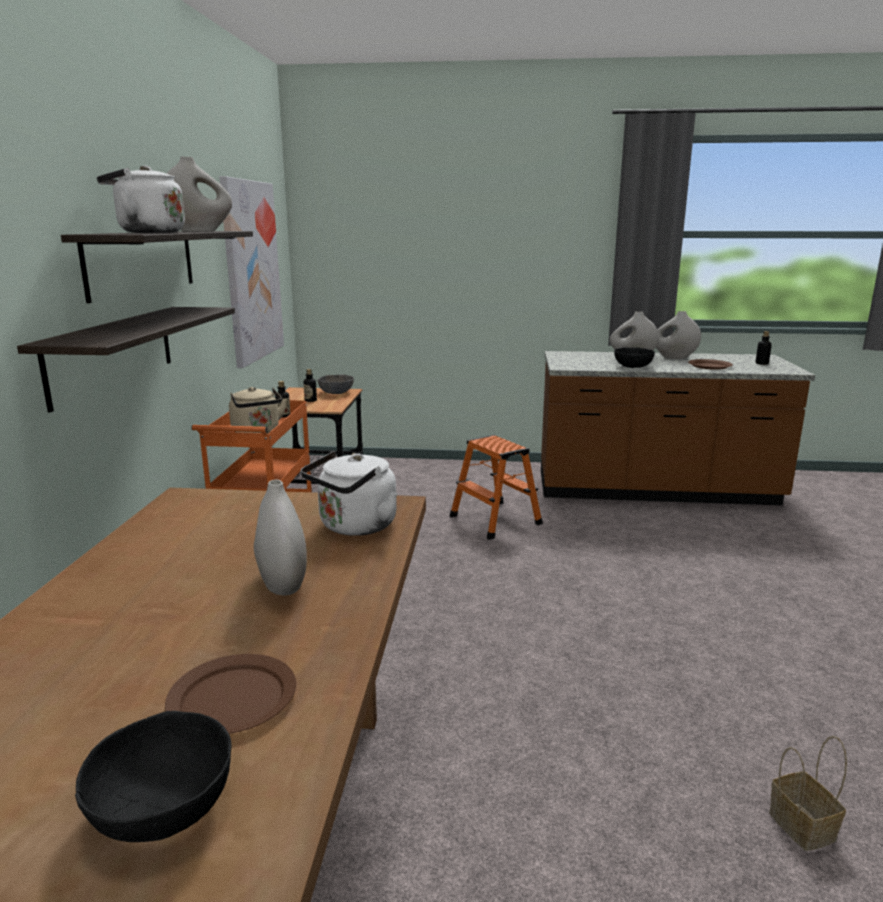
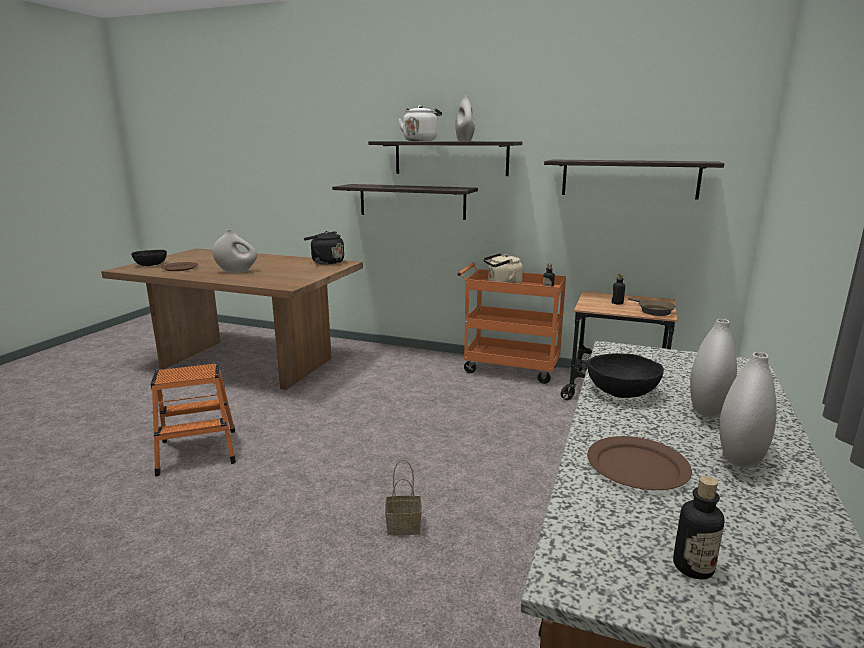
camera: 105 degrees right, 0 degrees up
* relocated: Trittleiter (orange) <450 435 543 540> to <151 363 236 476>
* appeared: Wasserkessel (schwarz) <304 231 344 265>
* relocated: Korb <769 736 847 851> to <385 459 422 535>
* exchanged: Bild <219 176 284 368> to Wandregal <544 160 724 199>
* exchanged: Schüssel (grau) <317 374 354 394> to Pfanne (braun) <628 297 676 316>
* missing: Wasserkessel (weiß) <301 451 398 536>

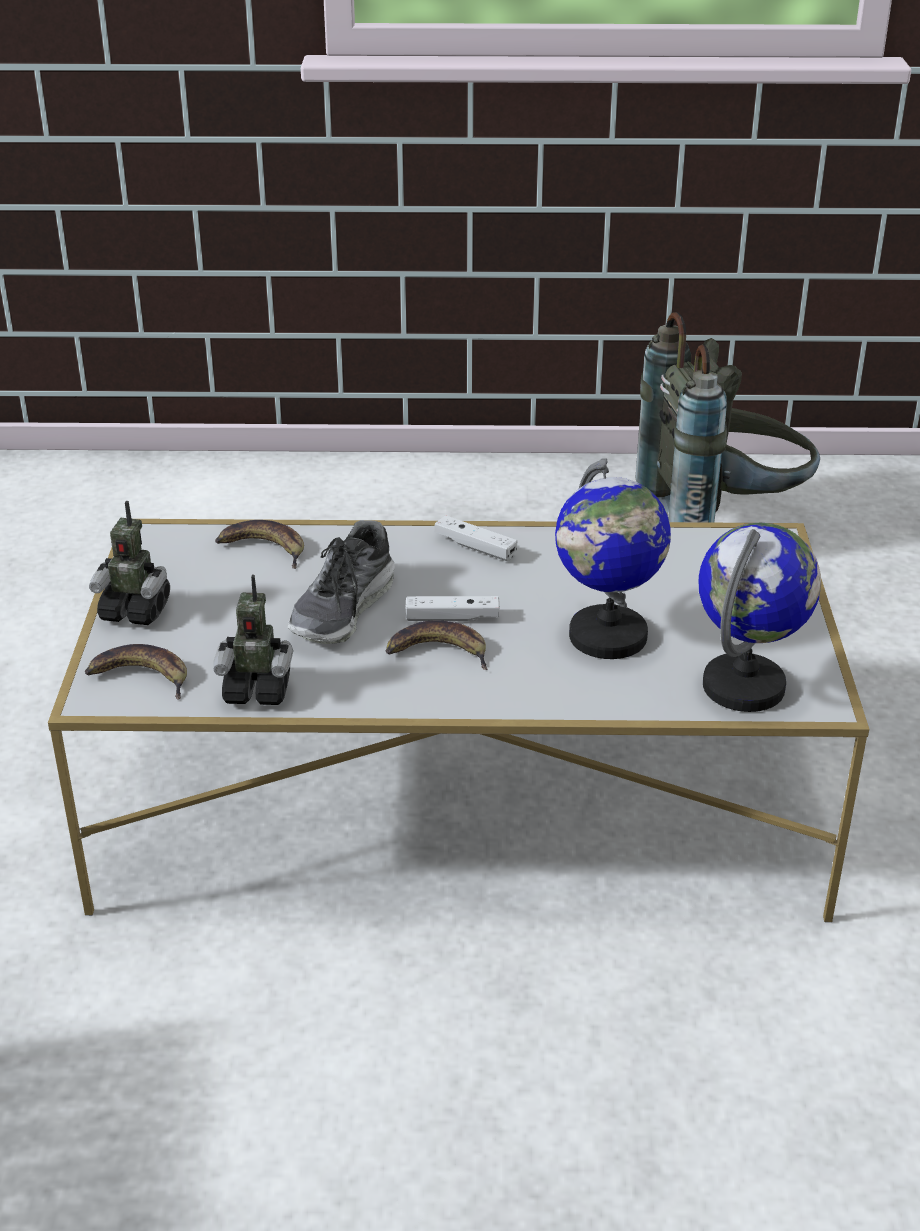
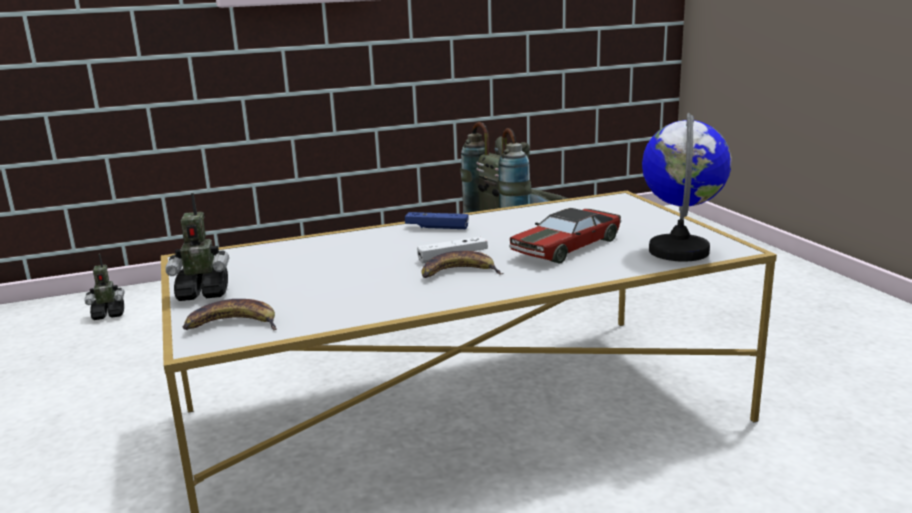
camera: 20 degrees left, 15 degrees down
* relocated: Spielzeugroboter <214 575 293 705> to <84 254 125 320>
* colour: Gamepad (weiß) <434 515 517 561> to Gamepad (blau) <405 212 468 229>
* exchanged: Globus <555 458 671 659> to Spielzeugauto <509 208 621 264>
* missing: Banane <215 520 304 569>
* missing: Schuh <288 520 395 644>

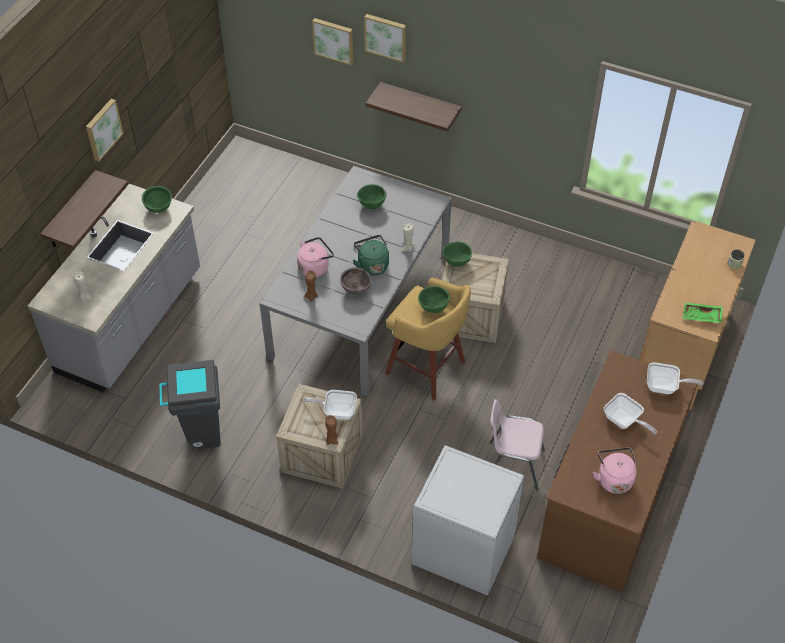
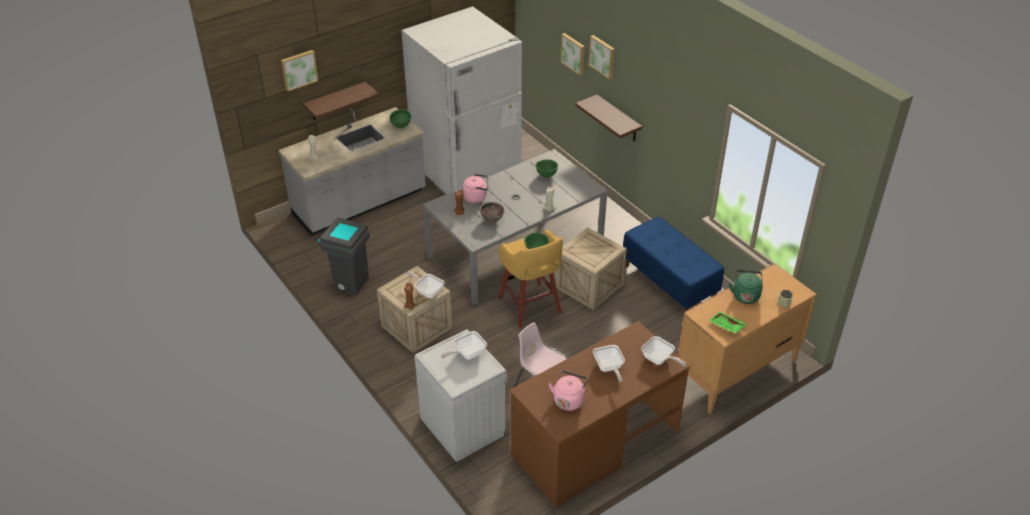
camera: 30 degrees right, 10 degrees down
* relocated: Bild <86 99 123 161> to <281 50 318 91>
* appeared: Kühlschrank (weiß) <401 6 522 194>
* appeared: Pfanne <441 331 487 359>
* appeared: Bank (blau) <623 217 724 312>
* relocated: Wasserkessel (grün) <353 235 389 275> to <729 270 763 304>
* missing: Schüssel (grün) <443 241 472 267>

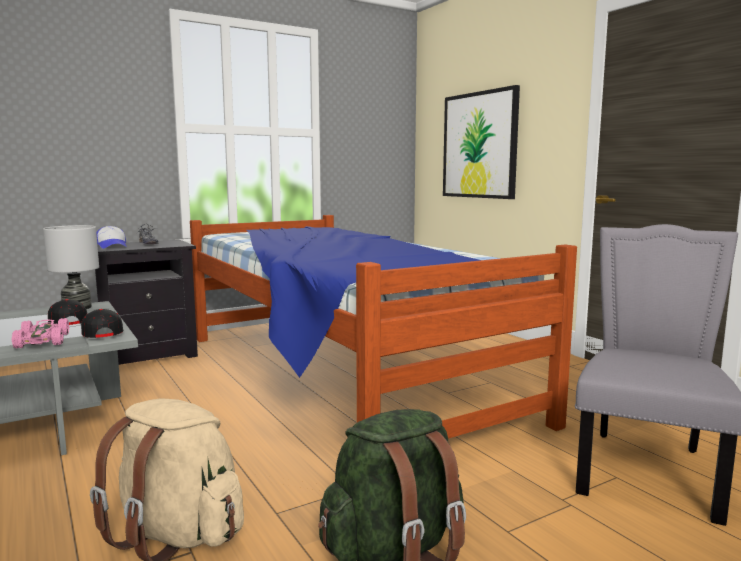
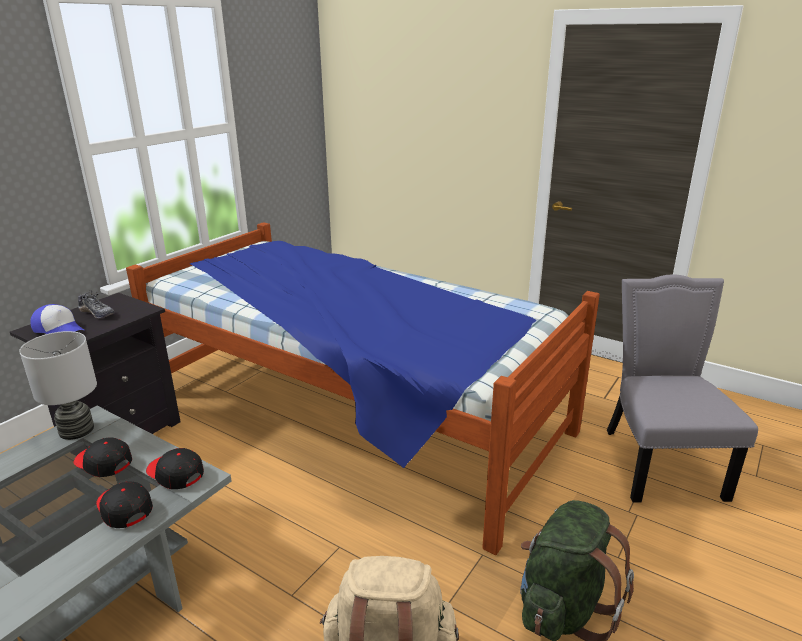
camera: 25 degrees left, 15 degrees up
* exchanged: Spielzeugauto (rosa) <11 318 69 348> to Kappe (schwarz) <96 481 153 528>
* missing: Bild <443 85 520 199>

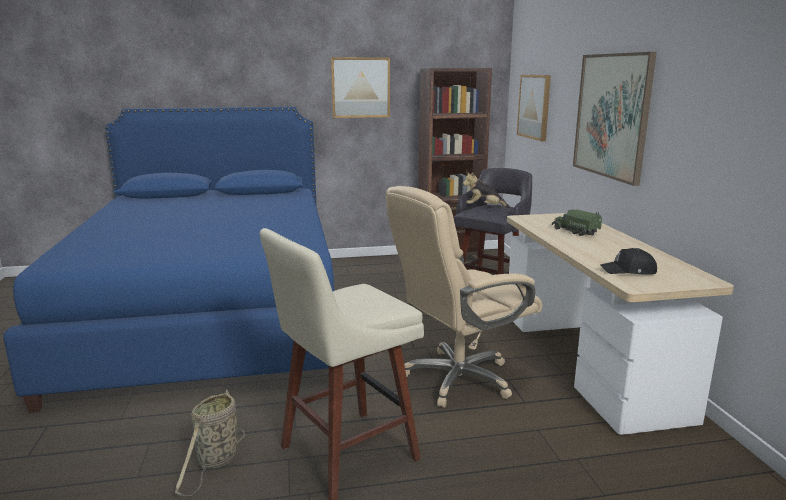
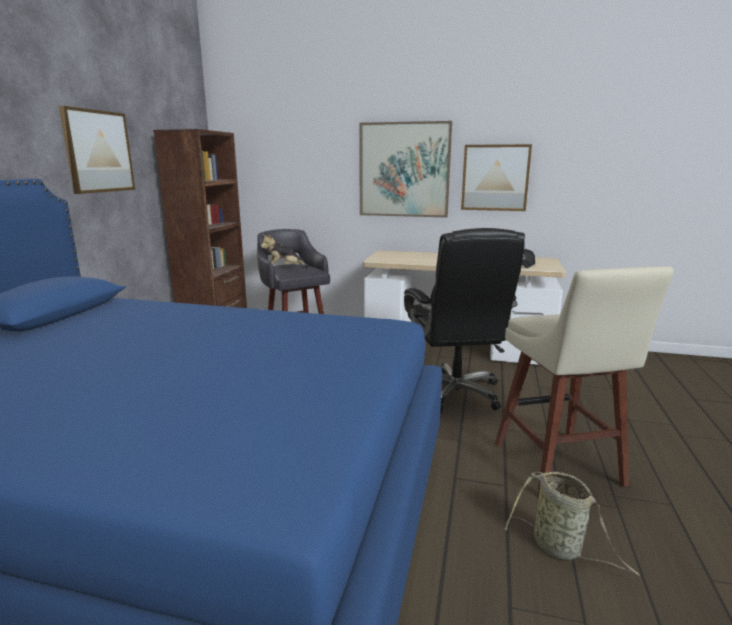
camera: 65 degrees left, 0 degrees up
* spun: Plüschtier <463 172 510 208> = <261 234 309 267> 45 degrees clockwise
* colour: Bürostuhl (beige) <386 186 542 408> to Bürostuhl (schwarz) <404 228 525 414>
* relocated: Bild <517 75 551 142> to <461 144 532 211>
* missing: Spielzeuglaster <552 209 602 236>

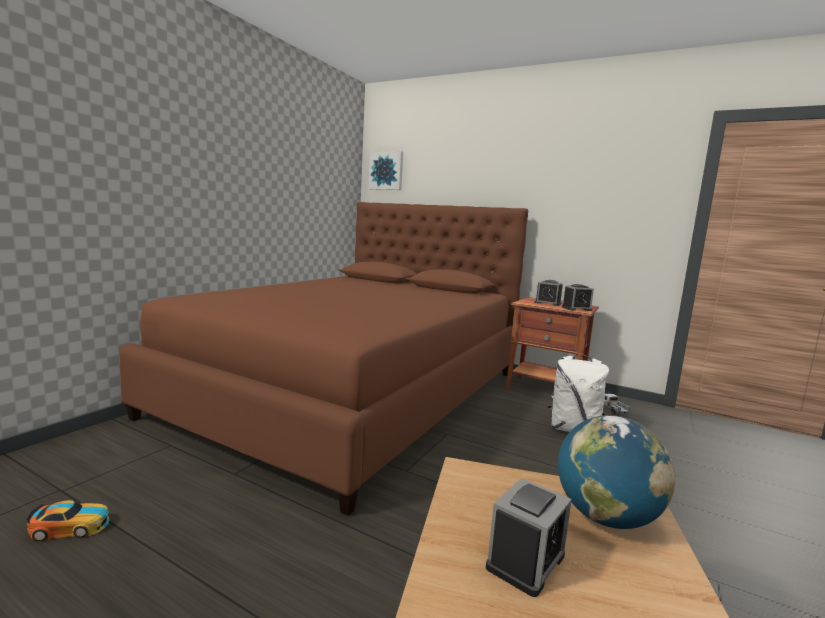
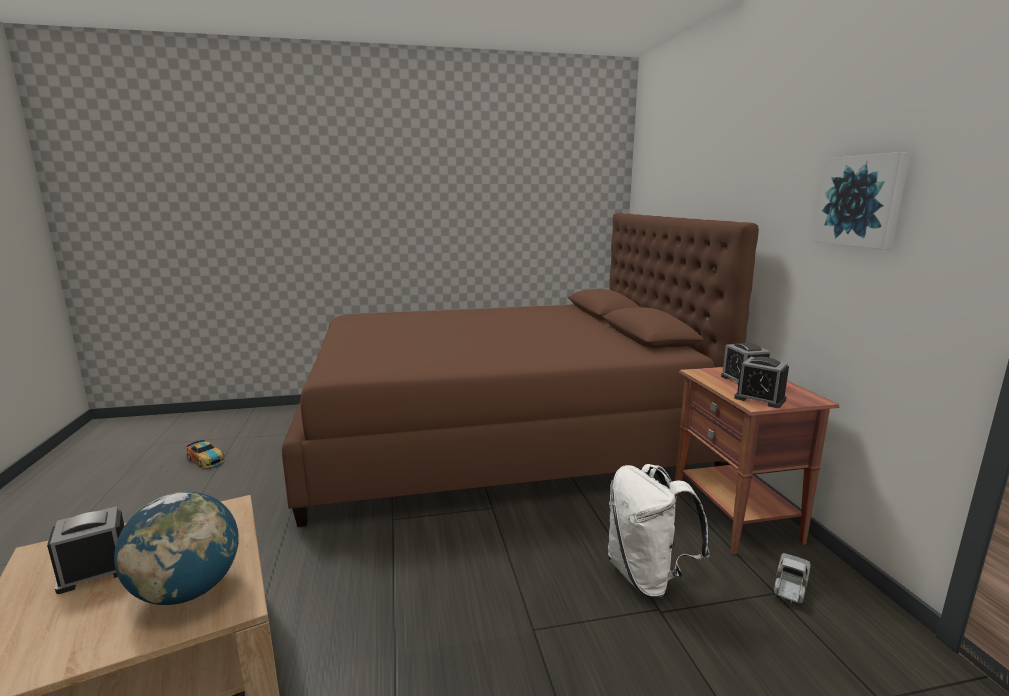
camera: 50 degrees right, 5 degrees up
* spun: Wecker <486 478 572 597> = <47 506 124 594> 150 degrees clockwise
* relocated: Bild <368 151 403 190> to <815 152 911 249>

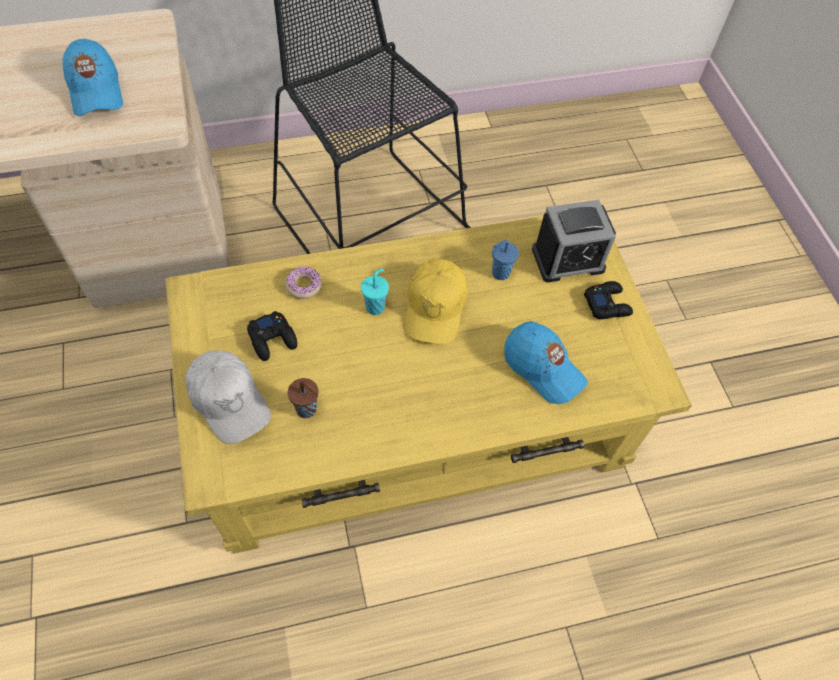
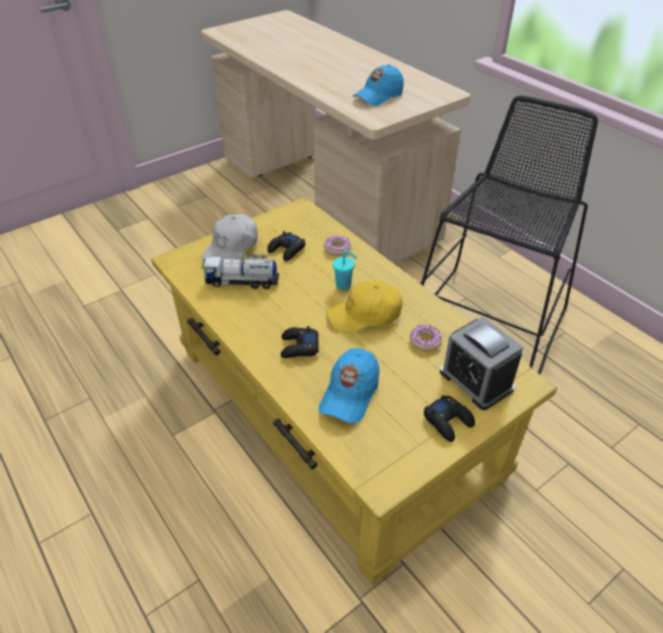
camera: 70 degrees right, 15 degrees down
* exchanged: Tasse (braun) <288 378 318 418> to Spielzeuglaster <202 254 279 289>
* appeared: Gamepad (schwarz) <281 326 319 358>
* exchanged: Tasse (blau) <492 240 519 280> to Donut <410 325 442 351>

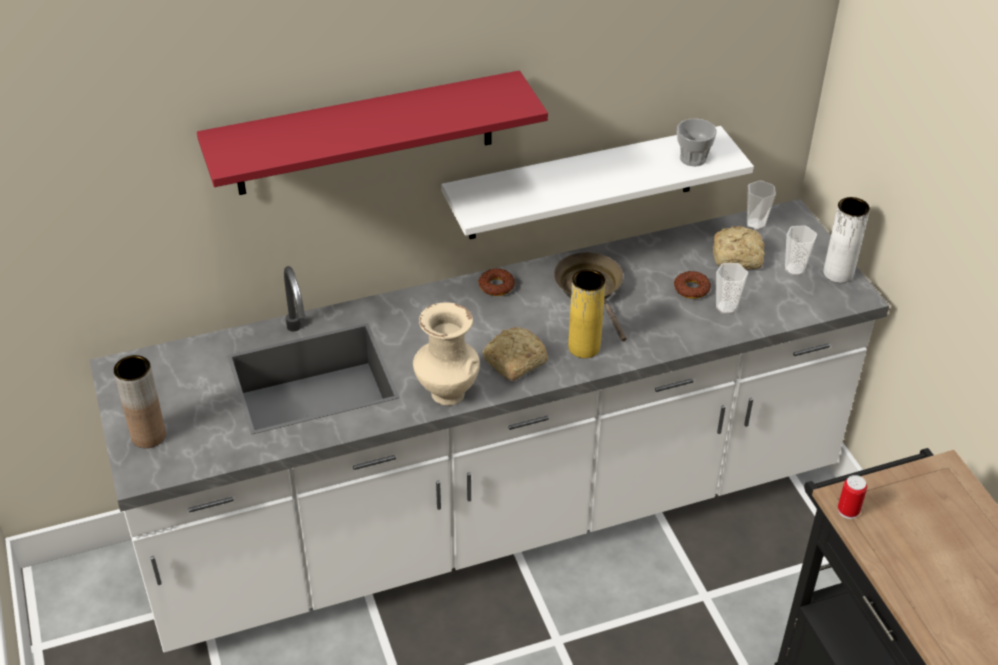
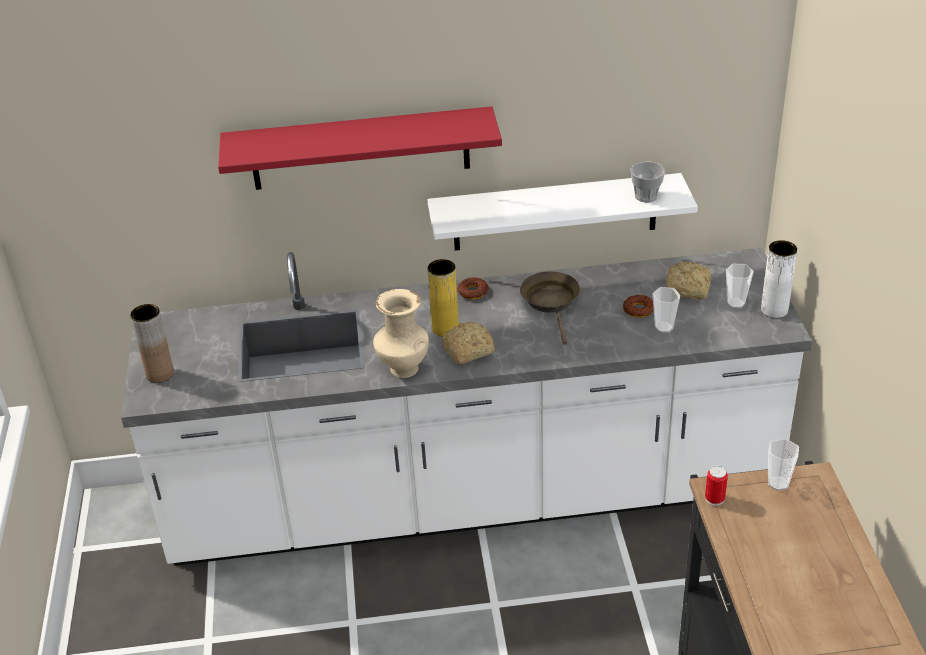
camera: 15 degrees right, 5 degrees down
* relocated: Vase (gelb) <568 269 606 358> to <428 259 459 336>
* relocated: Tasse <747 180 776 230> to <768 438 799 491>

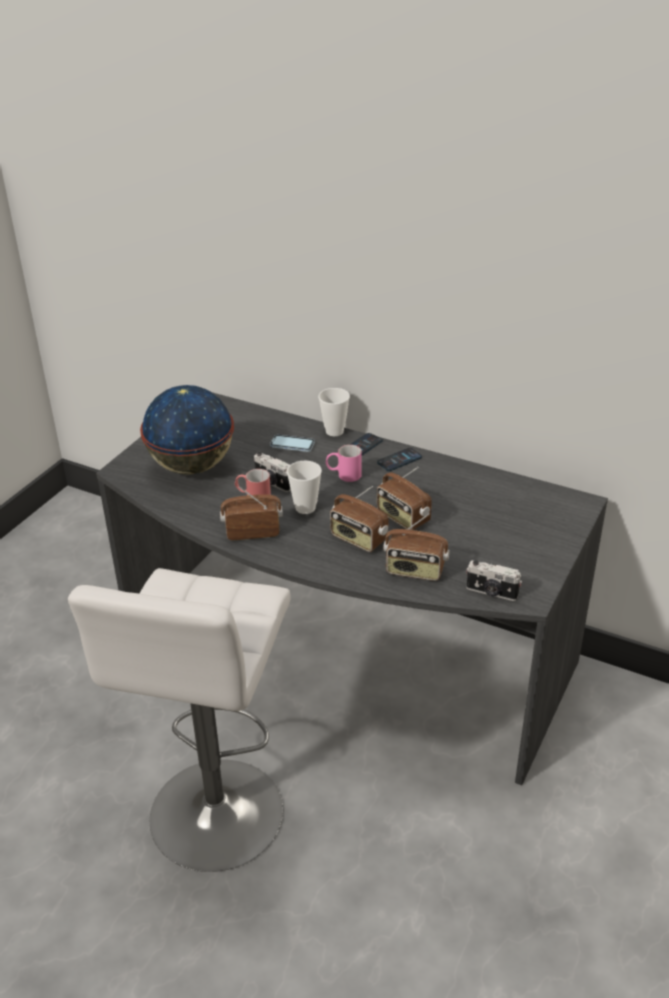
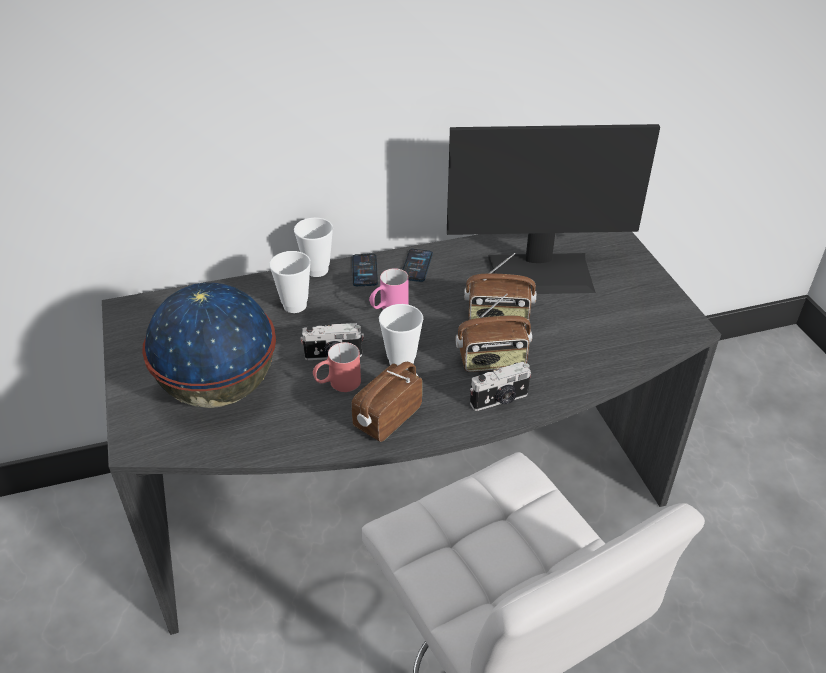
camera: 45 degrees left, 5 degrees up
* exchanged: Handy <270 435 315 452> to Tasse <269 251 311 313>
* appeared: Monitor <447 124 660 294>
* relocated: Kamera <466 560 522 601> to <470 362 532 411>
* missing: Radio <383 513 449 581>

